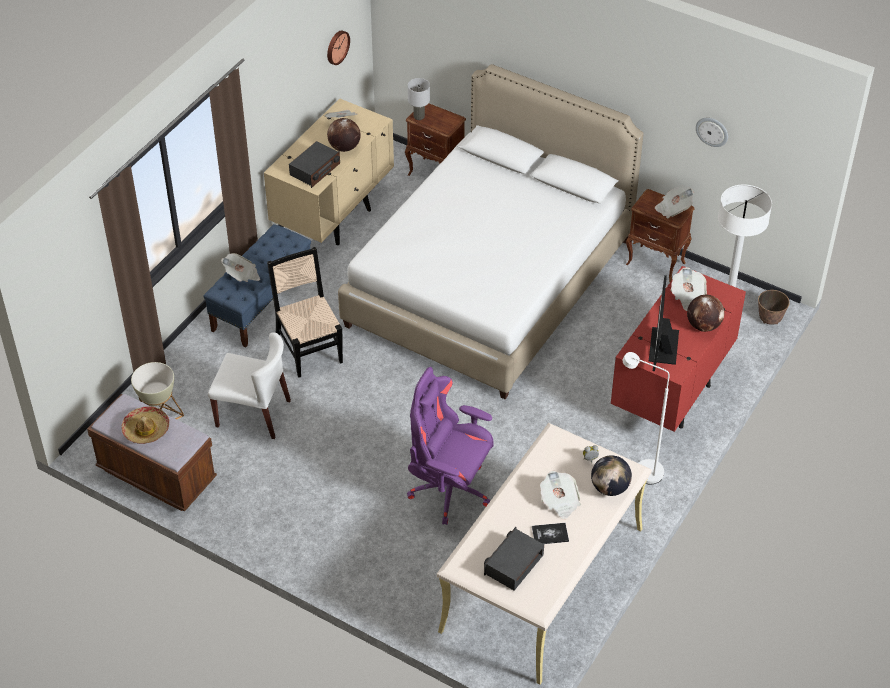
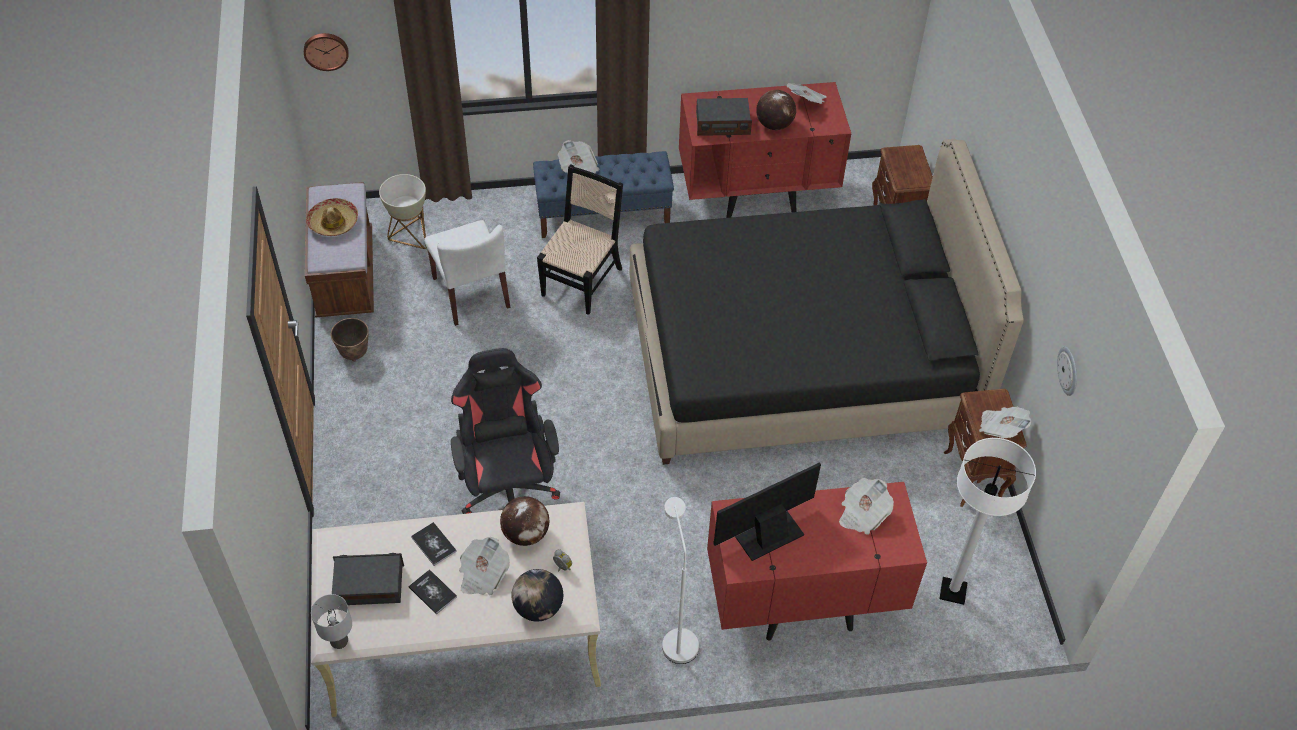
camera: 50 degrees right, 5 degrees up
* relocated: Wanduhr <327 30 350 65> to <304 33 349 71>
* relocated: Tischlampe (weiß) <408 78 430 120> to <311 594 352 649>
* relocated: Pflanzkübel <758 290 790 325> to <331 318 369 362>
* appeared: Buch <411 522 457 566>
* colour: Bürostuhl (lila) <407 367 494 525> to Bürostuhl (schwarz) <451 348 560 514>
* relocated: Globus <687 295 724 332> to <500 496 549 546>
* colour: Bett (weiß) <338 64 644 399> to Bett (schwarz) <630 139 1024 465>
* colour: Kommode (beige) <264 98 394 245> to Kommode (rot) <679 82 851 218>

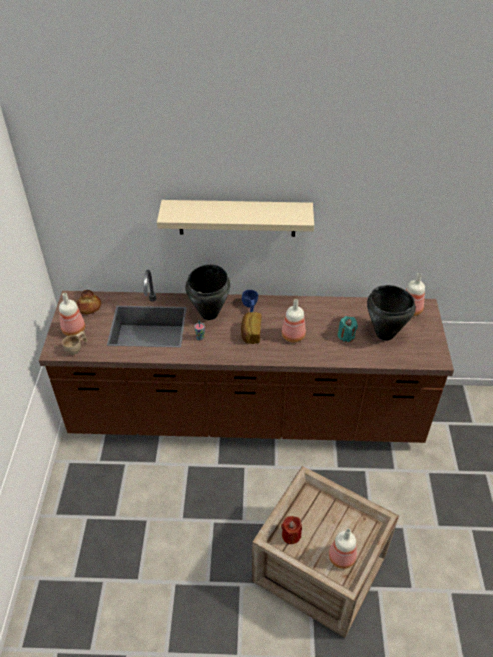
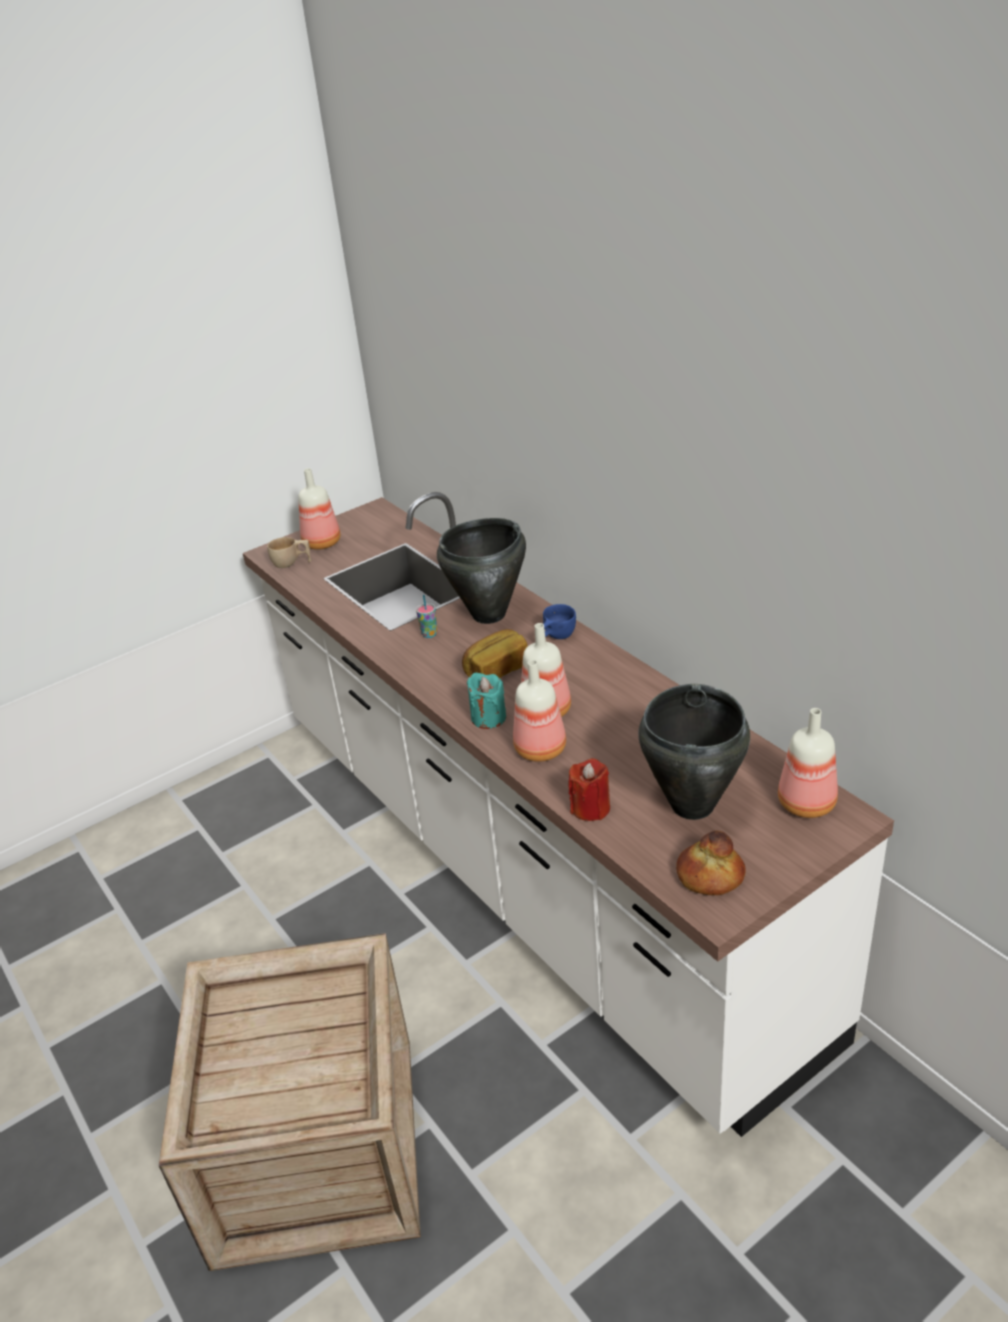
camera: 55 degrees right, 10 degrees down
* colour: Küchenzeile (braun) <39 270 454 443> to Küchenzeile (weiß) <243 492 894 1137>
* relocated: Kerze (türkis) <337 316 358 342> to <467 673 506 729>
* relocated: Flasche <329 529 357 569> to <513 660 566 762>
* relocated: Kerze (rot) <281 516 302 545> to <568 758 610 821>
* relocated: Brot <76 290 101 315> to <676 831 746 895>
* missing: Wandregal (beige) <157 200 314 237>

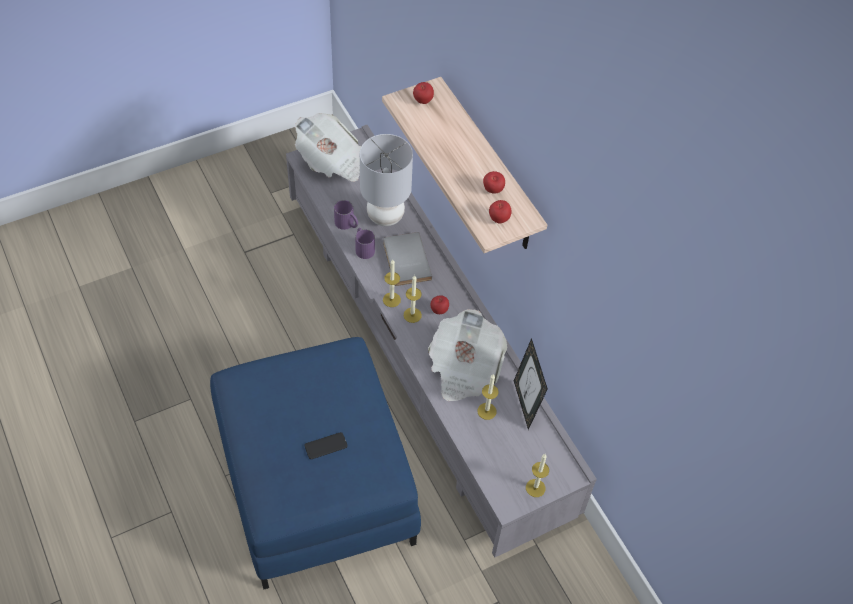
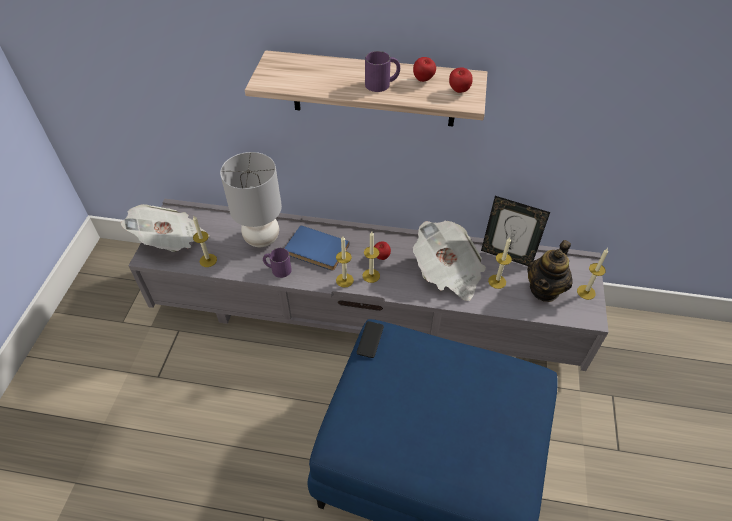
camera: 50 degrees left, 5 degrees down
* appeared: Kerze <193 216 217 267>
* colour: Buch (grau) <383 232 432 286> to Buch (blau) <285 225 350 271>
* relocated: Handy <305 432 348 459> to <357 321 384 358>
* relocated: Henkelbecher (lila) <334 200 358 230> to <365 51 400 92>
* appeared: Teekanne <527 240 573 302>
* missing: Apfel <413 82 434 104>

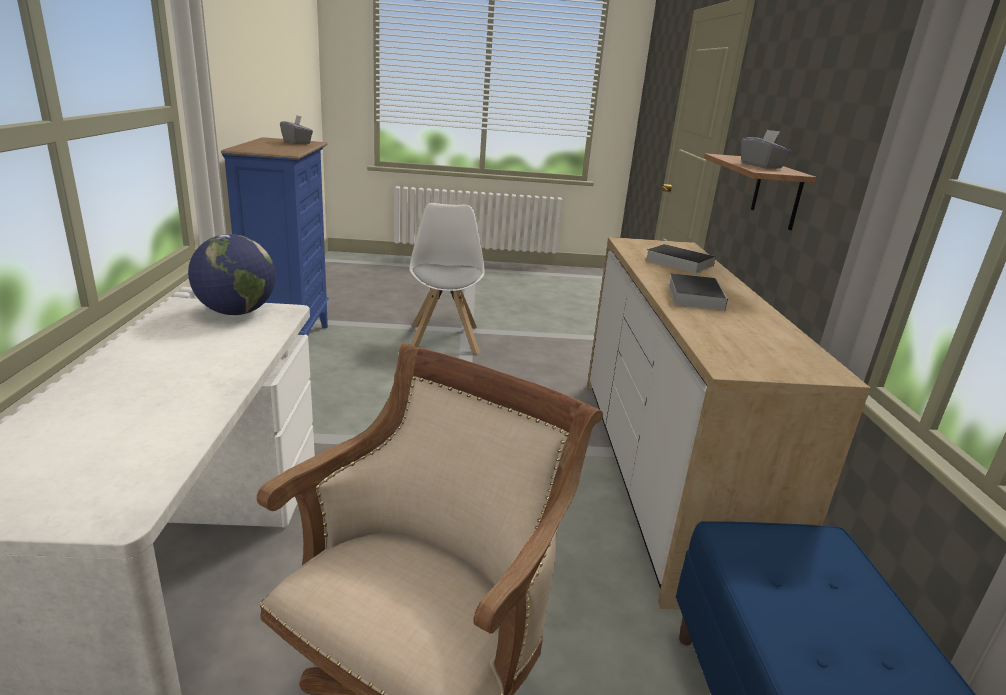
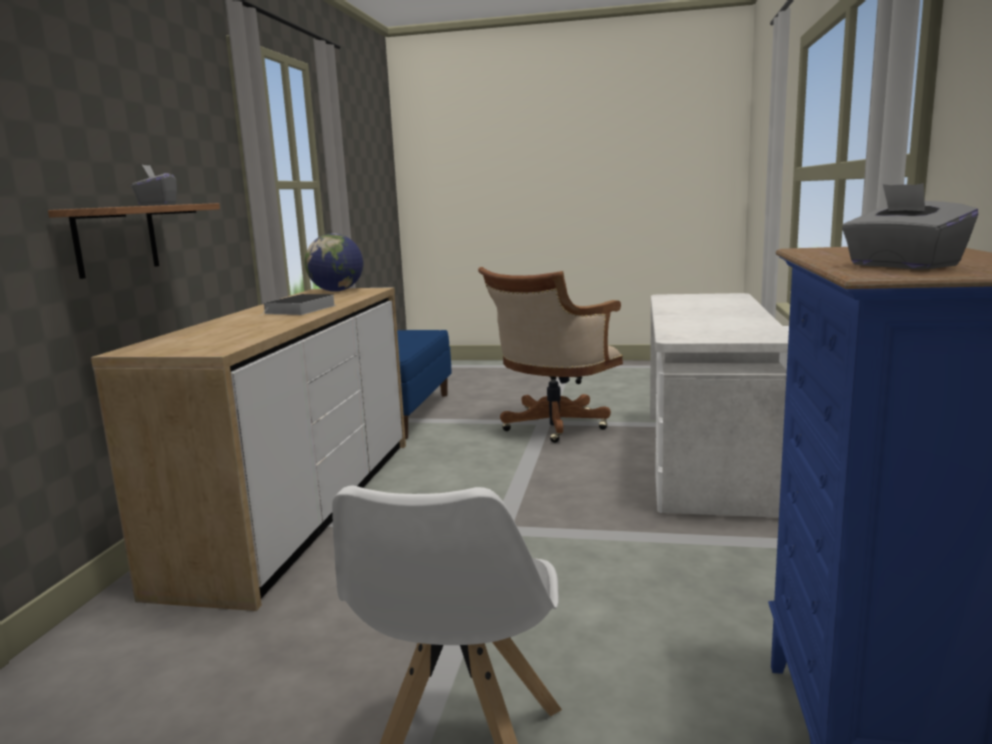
camera: 165 degrees left, 10 degrees down
* relocated: Globus <188 234 275 315> to <305 233 363 292>
* missing: Buch <646 244 716 274>

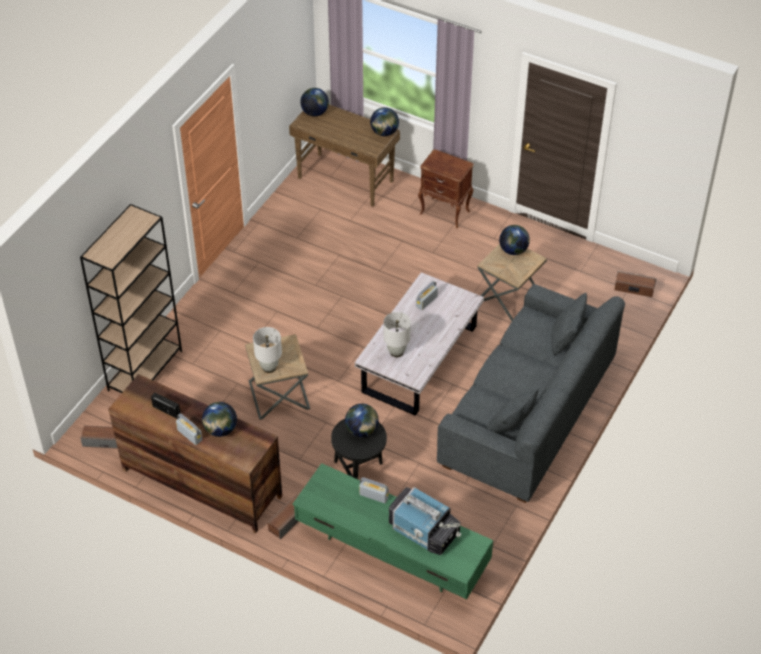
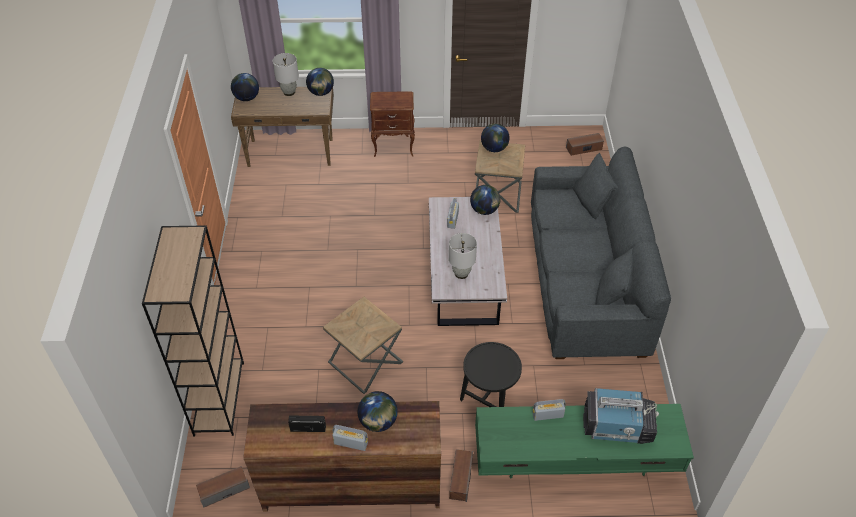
camera: 30 degrees left, 0 degrees up
* relocated: Tischlampe (weiß) <253 327 282 373> to <273 53 299 96>
* relocated: Globus <345 404 379 437> to <470 185 500 215>

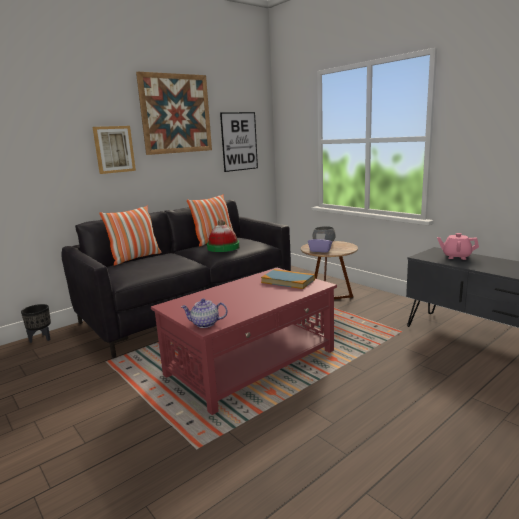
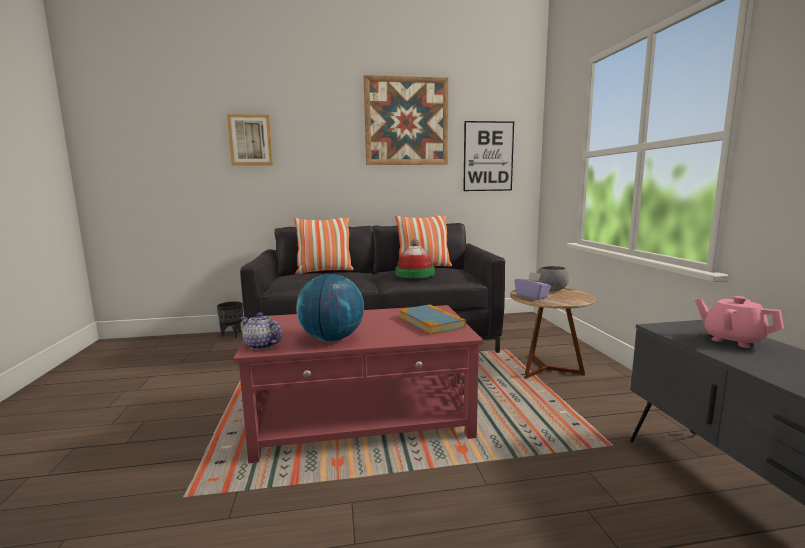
camera: 30 degrees right, 5 degrees down
* relocated: Bild <93 126 136 174> to <227 114 273 165>
* appeared: Globus <296 274 364 341>

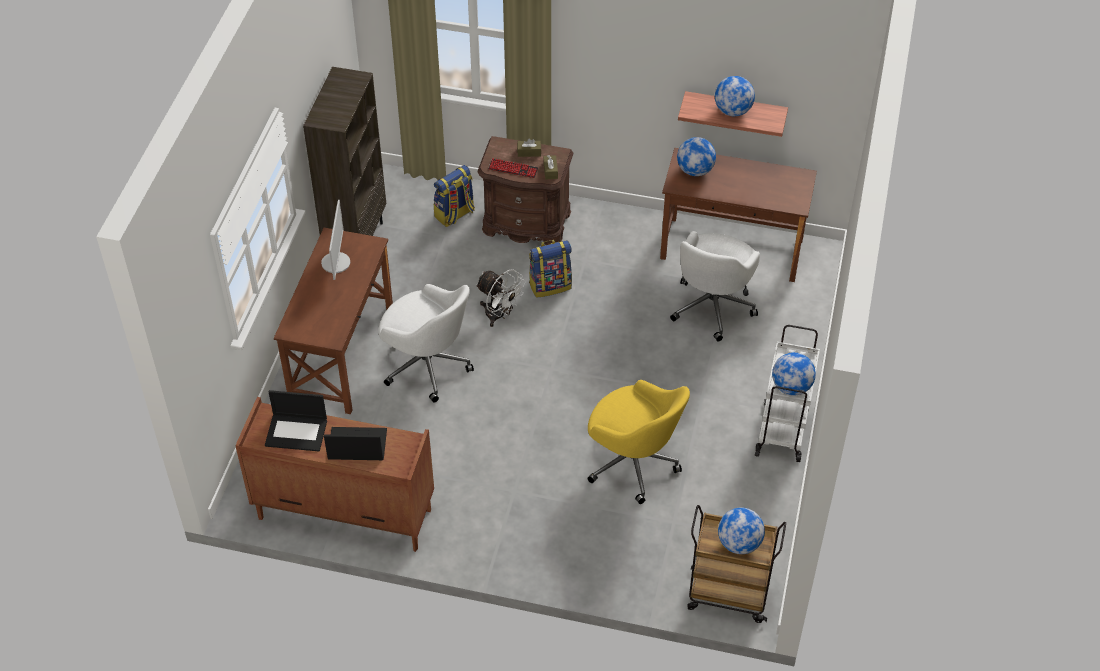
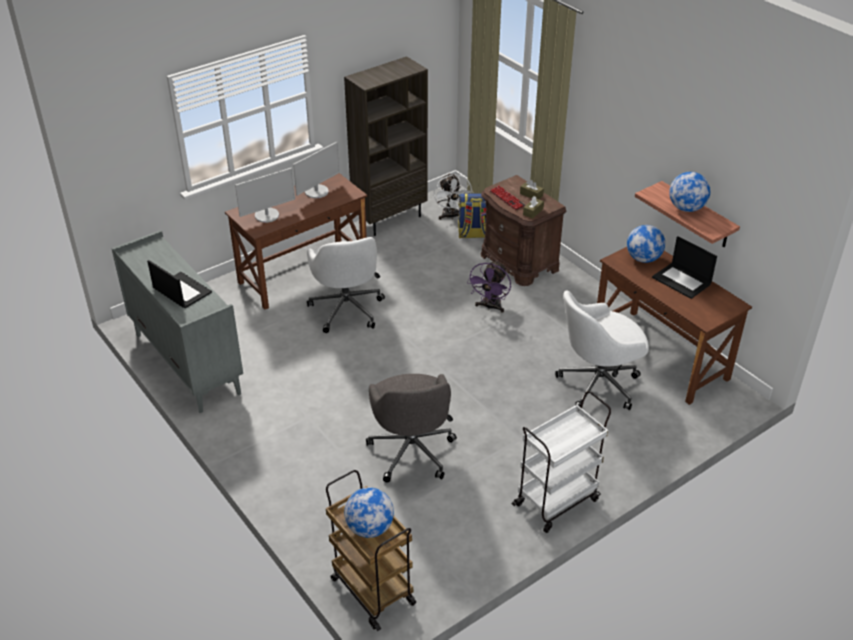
camera: 40 degrees right, 10 degrees down
* colour: Schrank (braun) <235 397 434 552> to Schrank (grau) <111 230 243 413>
* appeared: Monitor <235 168 295 223>
* colour: Bürostuhl (gelb) <587 380 690 504> to Bürostuhl (grau) <366 374 457 482>
* relocated: Ventilator (weiß) <476 269 526 327> to <434 173 473 220>
* exchanged: Rucksack <529 240 572 298> to Ventilator (lila) <467 261 511 313>
* relocated: Laptop <265 390 327 451> to <652 237 717 299>
* missing: Globus <772 352 816 395>

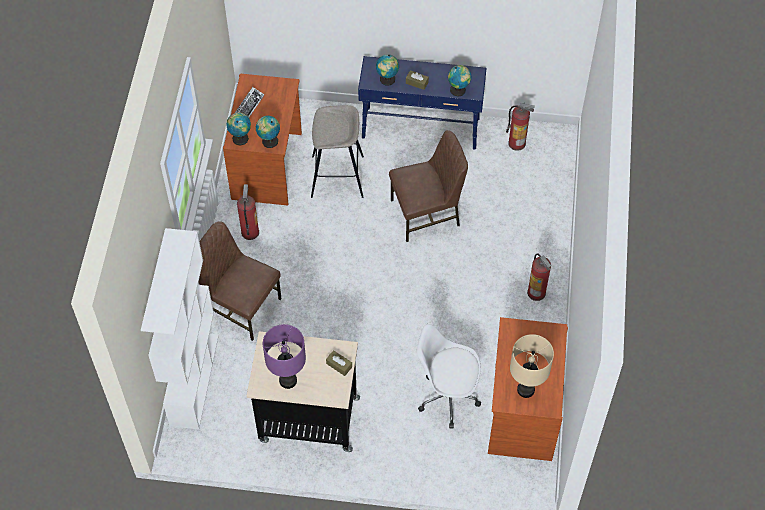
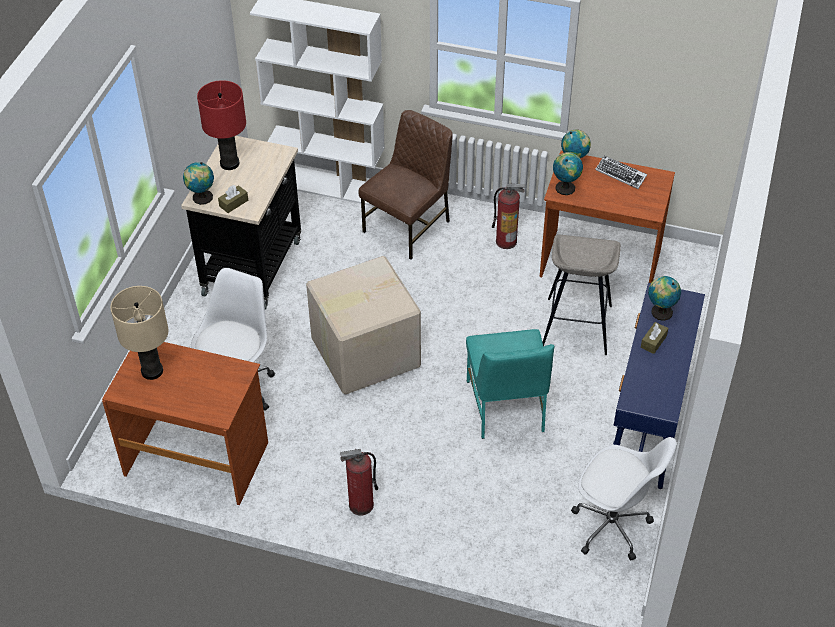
camera: 100 degrees right, 10 degrees down
* relocated: Globus <448 65 472 97> to <183 162 214 205>
* colour: Tischlampe (lila) <263 324 306 389> to Tischlampe (rot) <197 80 246 170>
* appeared: Karton <306 256 421 394>
* colour: Stuhl (braun) <389 130 468 242> to Stuhl (türkis) <466 329 555 439>
* exchanged: Feuerlöscher <506 103 535 151> to Bürostuhl (weiß) <571 437 677 560>

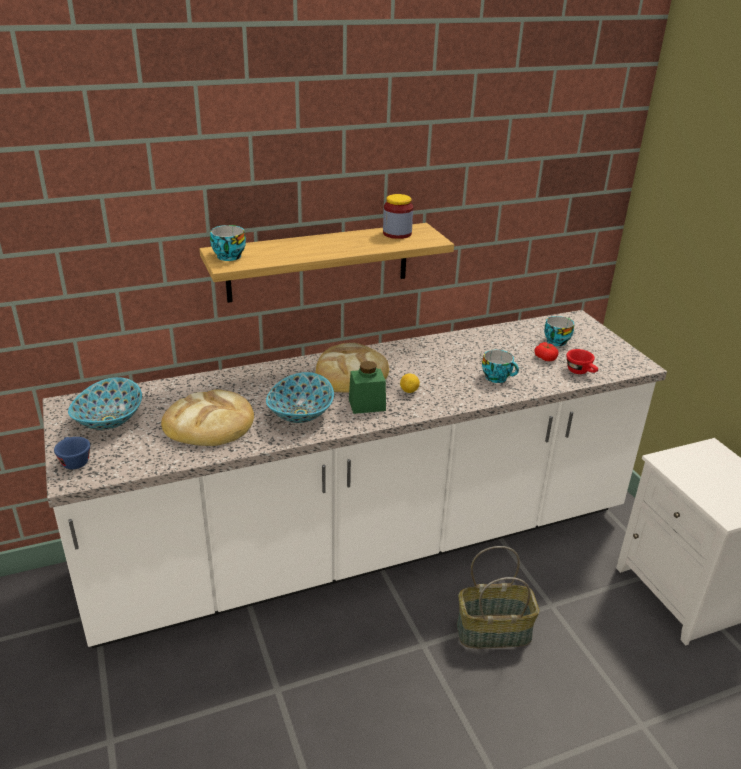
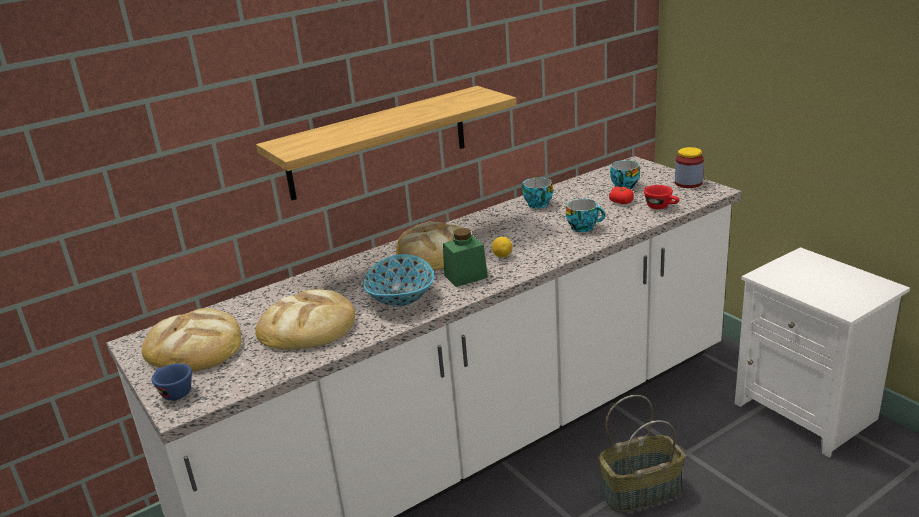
camera: 10 degrees left, 5 degrees down
* exchanged: Schüssel <68 377 142 430> to Brot <142 308 242 372>
* relocated: Tasse <210 225 246 261> to <522 177 553 209>
* relocated: Vorratsglas <383 194 413 239> to <675 147 704 188>

